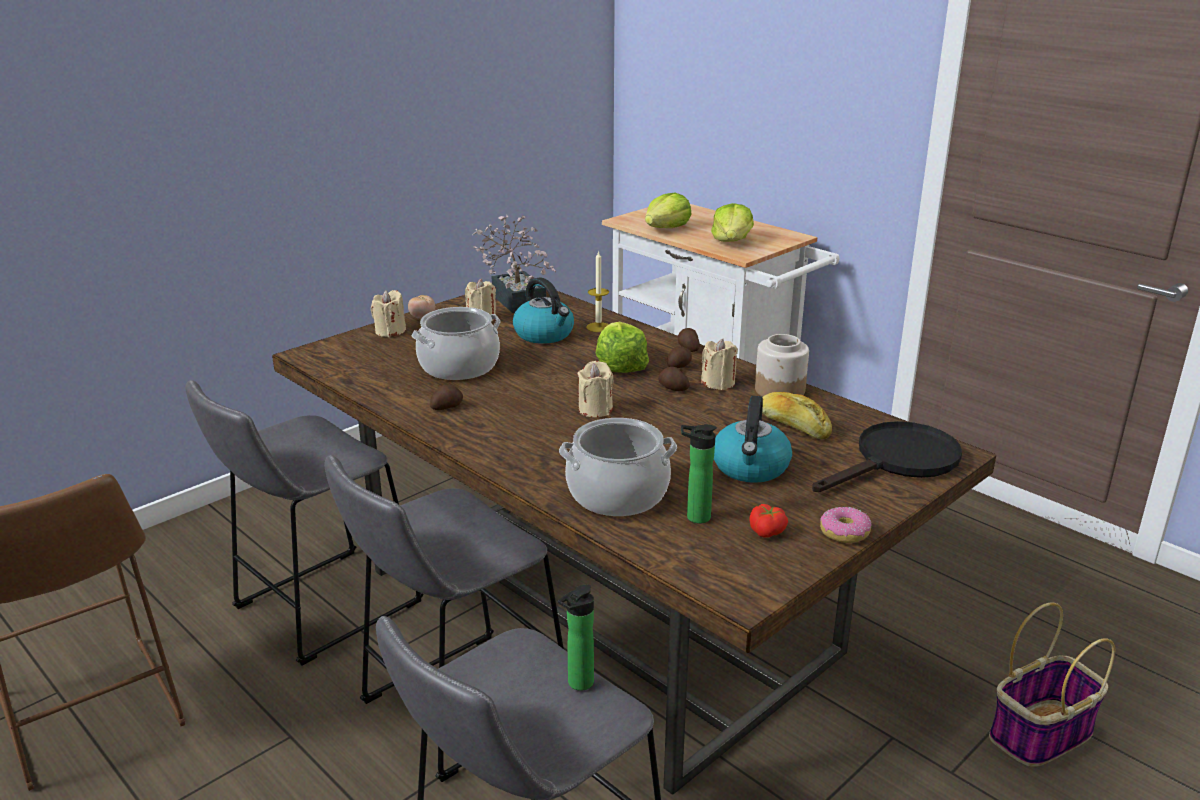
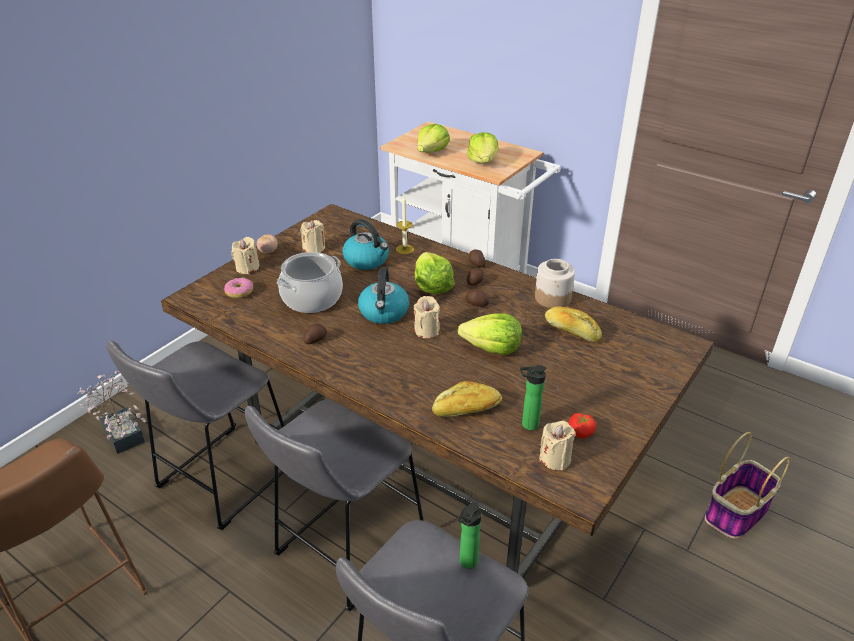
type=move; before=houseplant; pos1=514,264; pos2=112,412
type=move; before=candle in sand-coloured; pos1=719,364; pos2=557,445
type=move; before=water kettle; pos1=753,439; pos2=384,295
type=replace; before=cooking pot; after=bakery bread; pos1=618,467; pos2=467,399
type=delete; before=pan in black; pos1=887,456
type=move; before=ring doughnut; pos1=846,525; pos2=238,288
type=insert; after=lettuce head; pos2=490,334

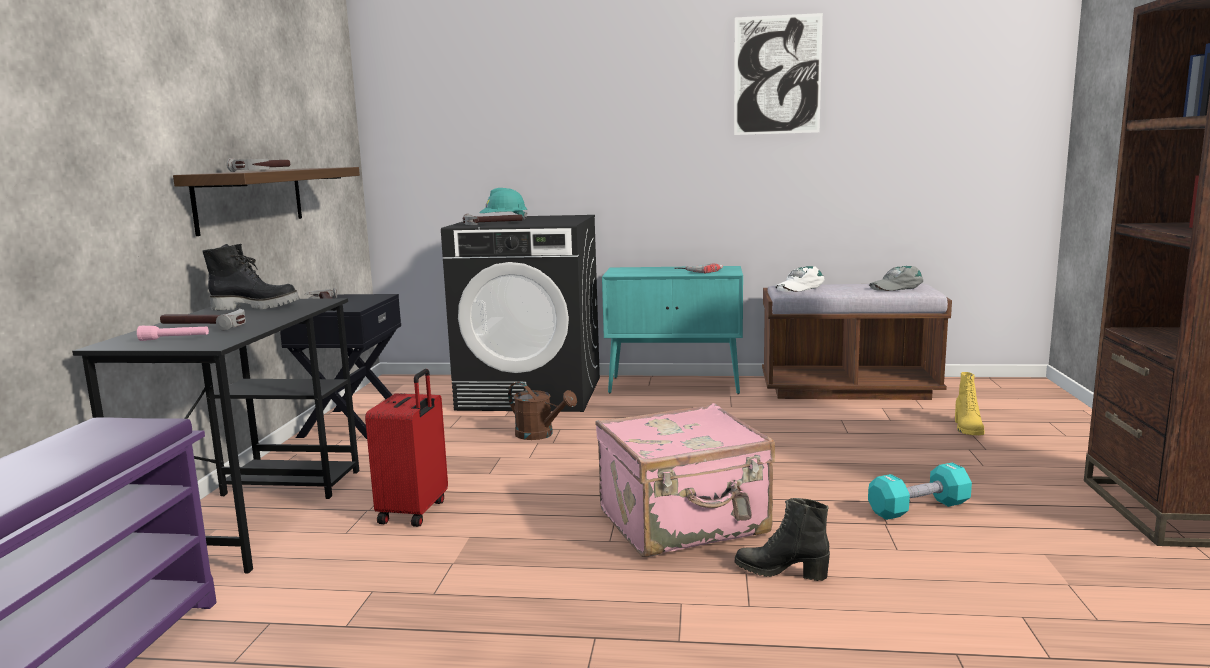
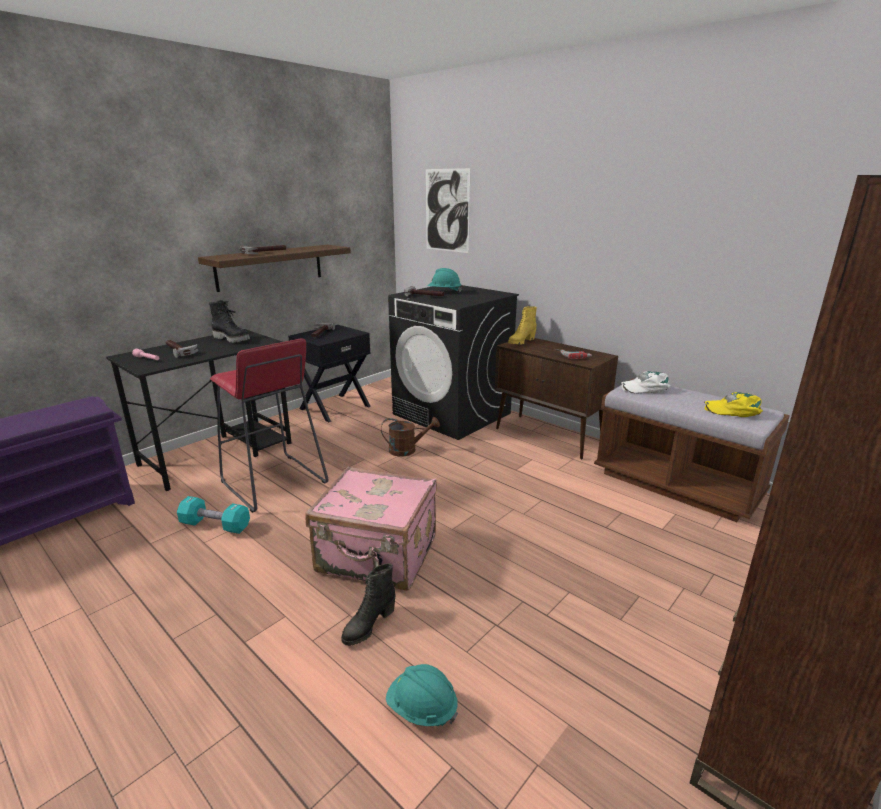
type=move; before=wall art; pos1=778,74; pos2=448,210
type=recolor; before=storage cabinet in turquoise; after=storage cabinet in brownish; pos1=672,330; pos2=556,399
type=recolor; before=baseball cap in grey; after=baseball cap in yellow-coloured; pos1=896,278; pos2=734,404
type=replace; before=piece of luggage in reddish; after=stool seat in reddish; pos1=406,448; pos2=269,425
type=move; before=tall boot in yellow-coloured; pos1=970,403; pos2=522,325
type=rotate; before=watering can in brownish; pos1=542,411; pos2=410,437; turn=-75
type=move; before=free weight in turquoise; pos1=920,491; pos2=213,515
type=rotate; before=tall boot in black; pos1=782,539; pos2=368,604; turn=-105
type=insert; after=hard hat in turquoise; pos2=422,695

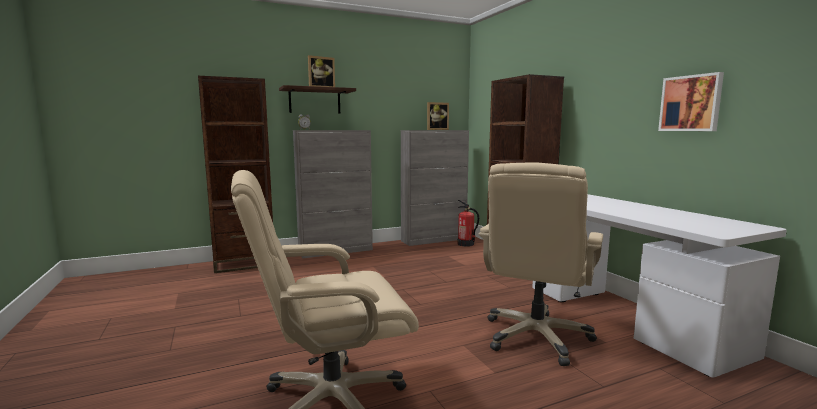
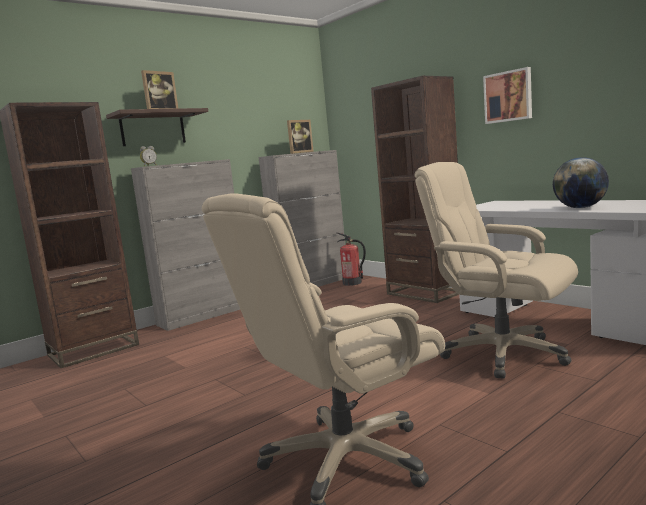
type=move; before=wall art; pos1=691,101; pos2=507,95
type=rotate; before=computer chair in sand-coloured; pos1=540,264; pos2=496,270; turn=120
type=insert; after=globe; pos2=581,182

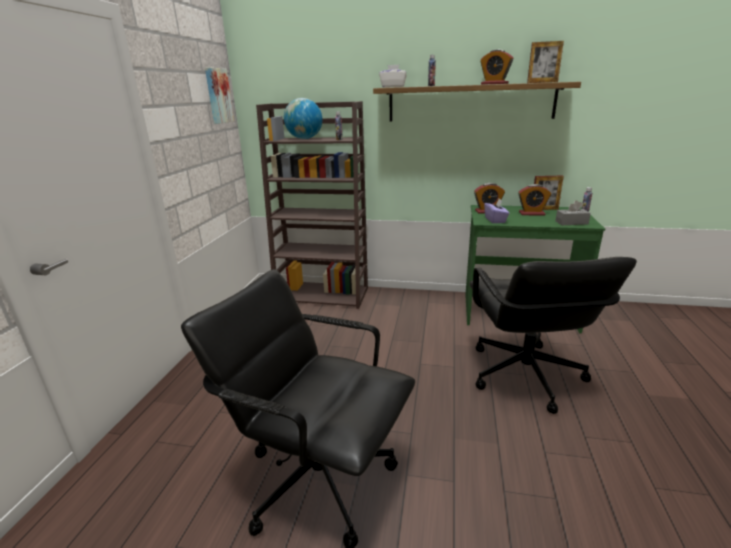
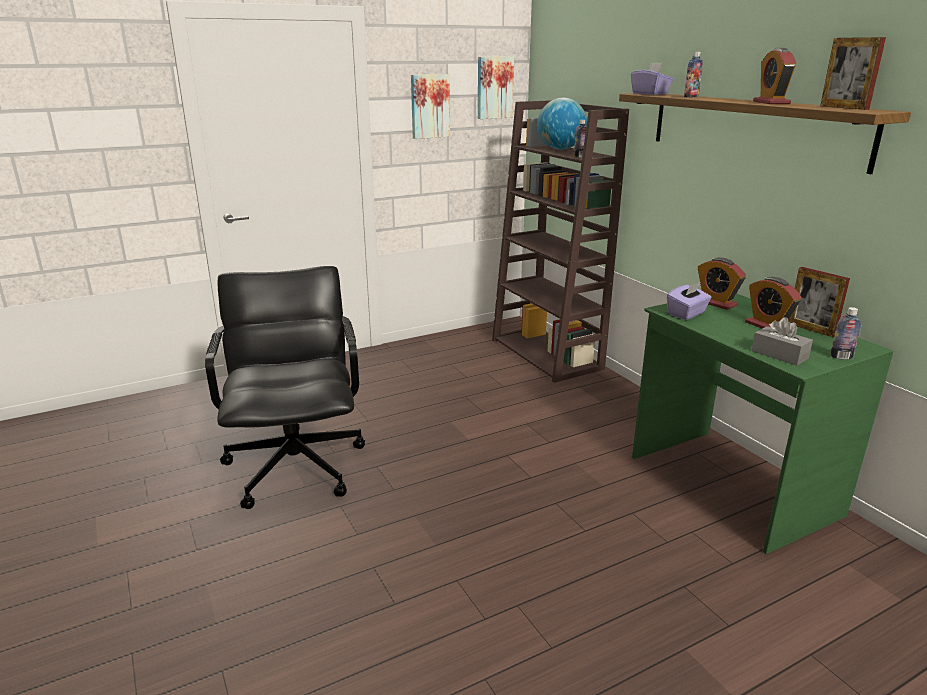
type=recolor; before=tissue box in white; after=tissue box in purplish; pos1=393,76; pos2=652,79
type=delete; before=computer chair in black; pos1=553,335
type=insert; after=wall art; pos2=430,106

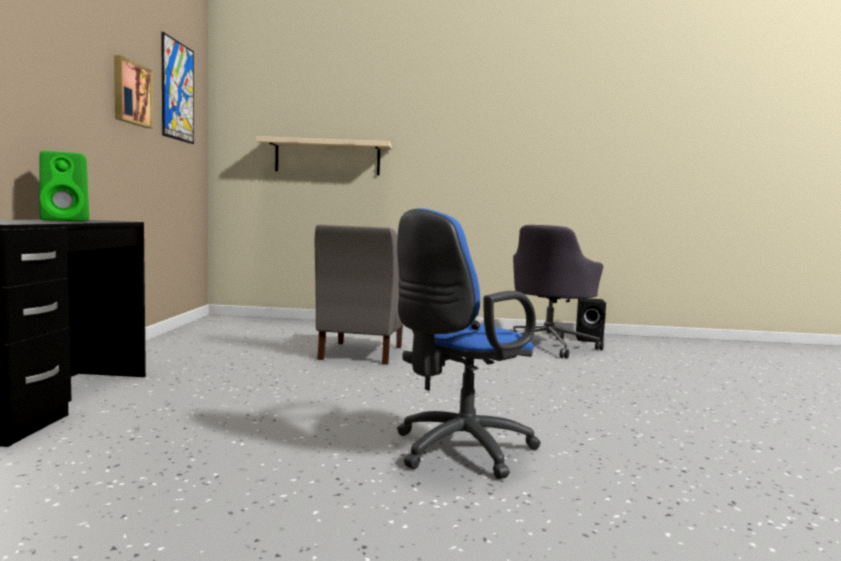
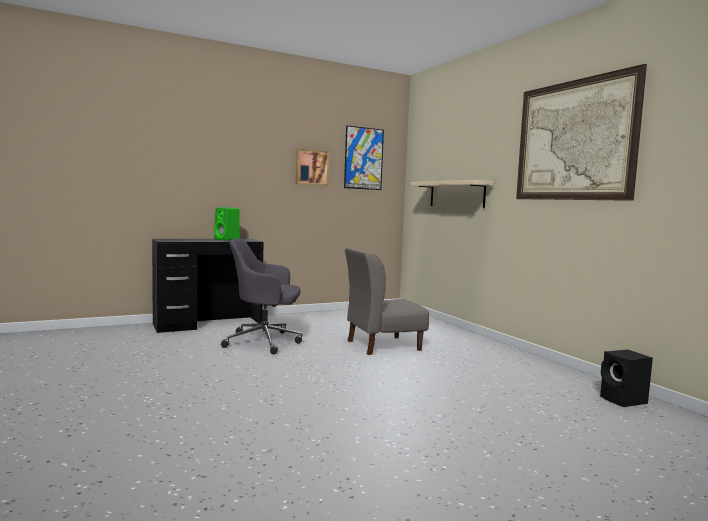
type=delete; before=computer chair in blue-coloured; pos1=469,343
type=move; before=computer chair in grey; pos1=557,292; pos2=261,296
type=insert; after=wall art; pos2=581,132

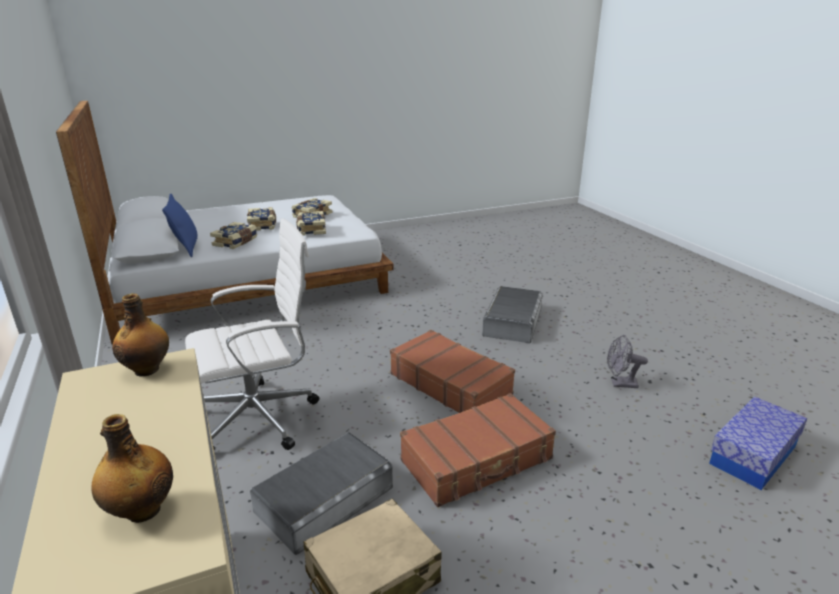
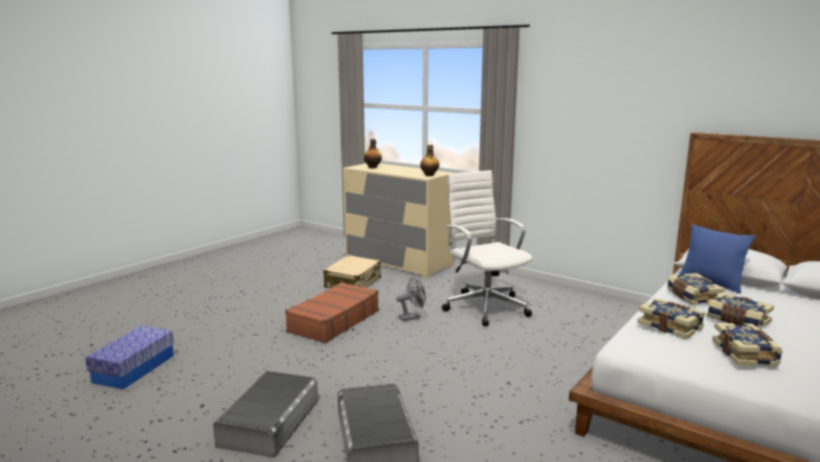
type=rotate; before=computer chair in white; pos1=252,334; pos2=487,248; turn=120
type=delete; before=piece of luggage in brownish; pos1=452,371
type=move; before=cooling fan in grey; pos1=627,361; pos2=411,299
type=move; before=storage box in grey; pos1=321,493; pos2=265,414

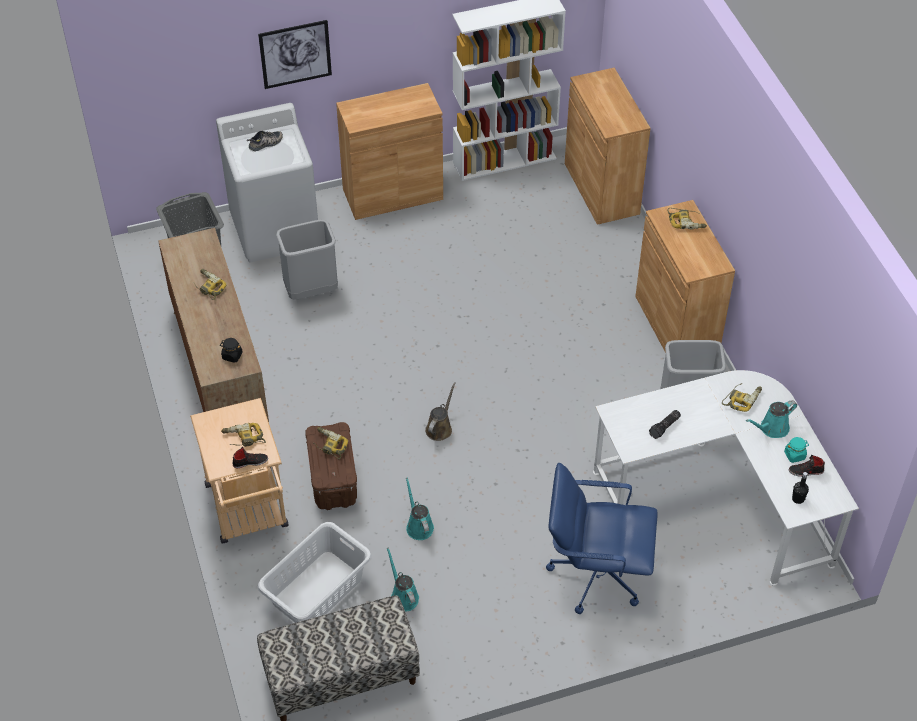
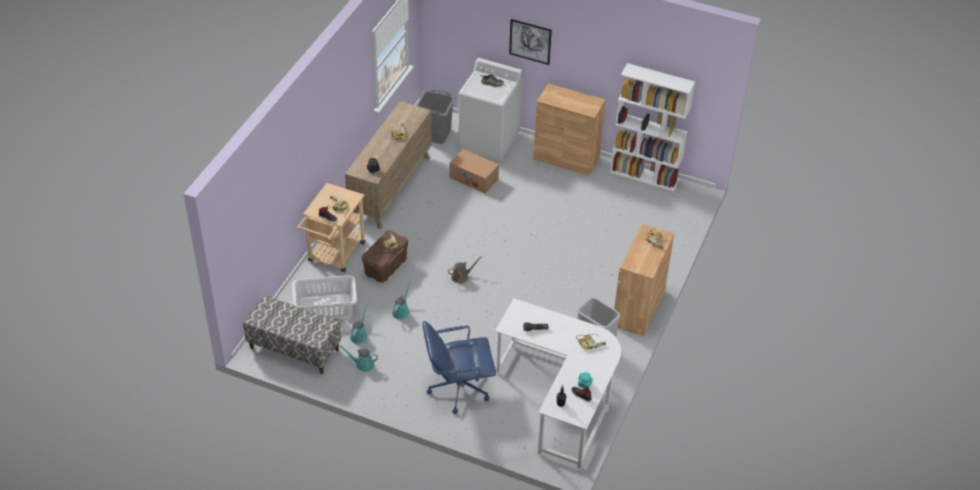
type=delete; before=storage cabinet in brownish; pos1=608,146
type=replace; before=waste bin in grey; after=cardboard box; pos1=307,259; pos2=474,171
type=move; before=watering can in turquoise; pos1=771,419; pos2=359,359
type=rotate; before=computer chair in blue-coloured; pos1=602,538; pos2=459,367; turn=-60

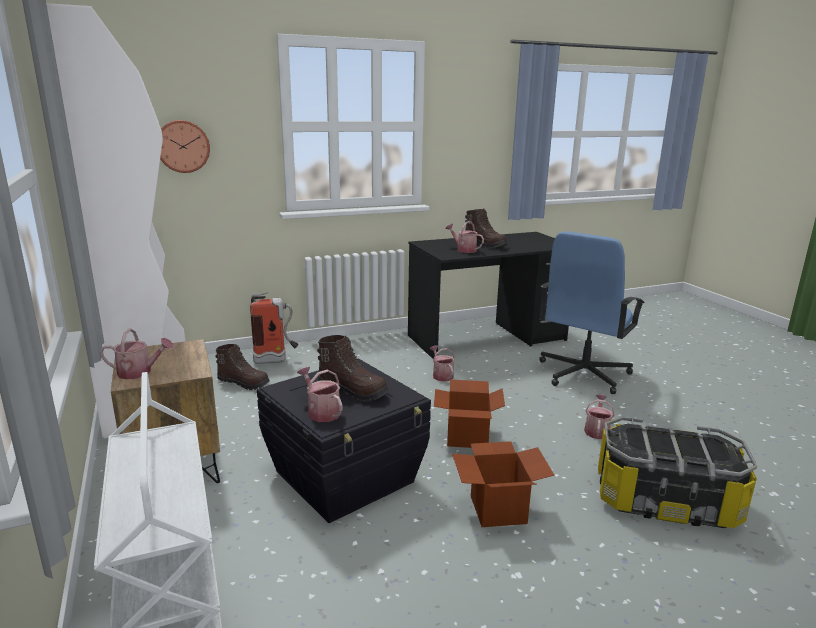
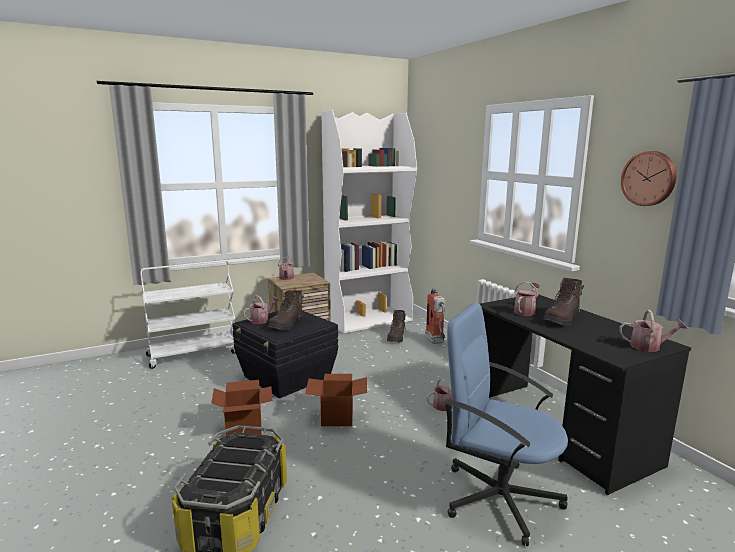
type=move; before=wall clock; pos1=185,146; pos2=648,178
type=move; before=watering can; pos1=599,416; pos2=653,331

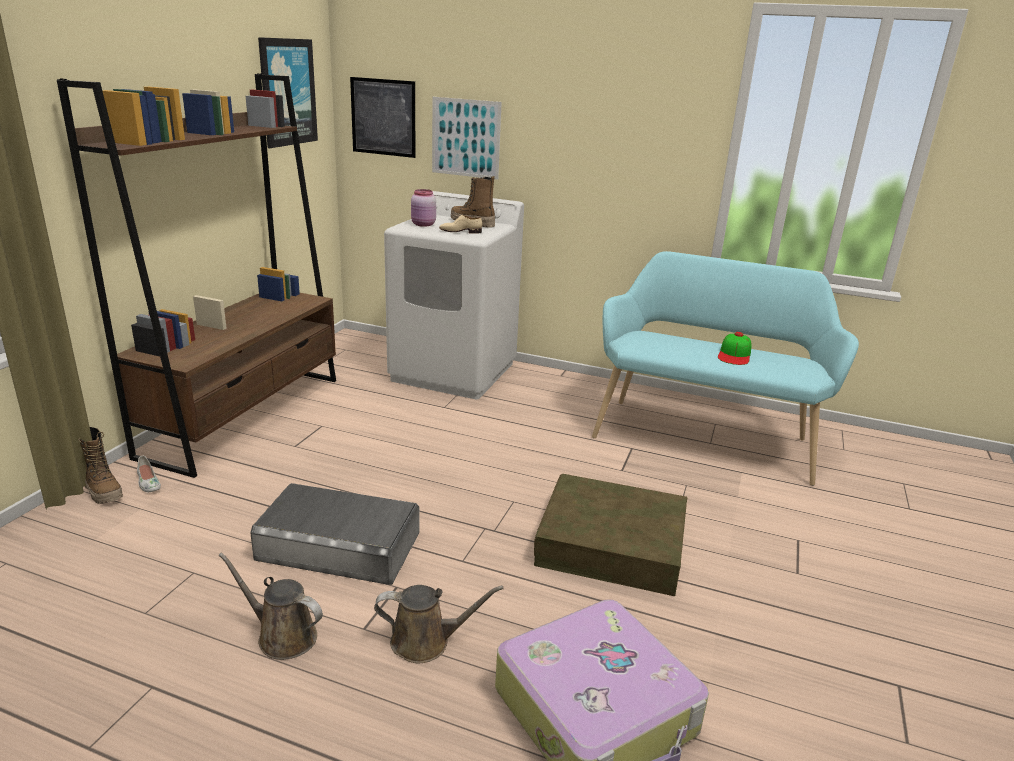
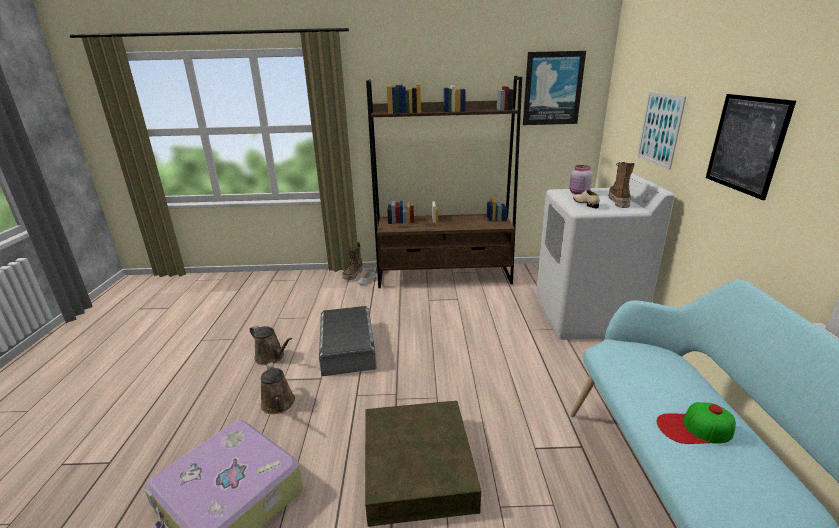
type=move; before=wall art; pos1=383,117; pos2=751,147
type=rotate; before=watering can in brownish; pos1=271,606; pos2=271,345; turn=120

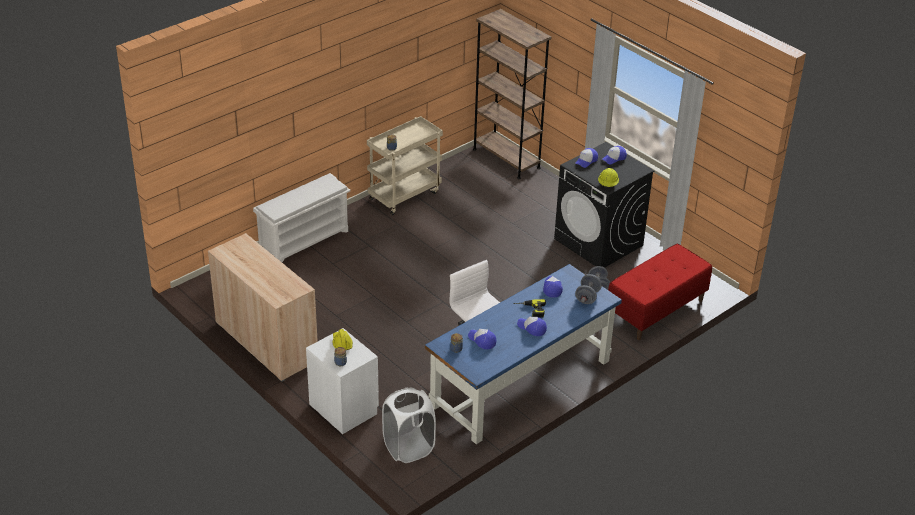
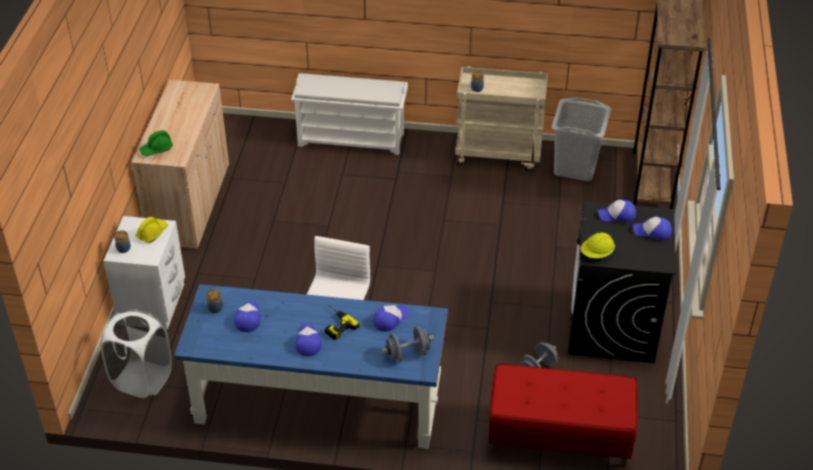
type=insert; after=washing basket in grey; pos2=581,139
type=insert; after=hard hat in greenish; pos2=156,143

